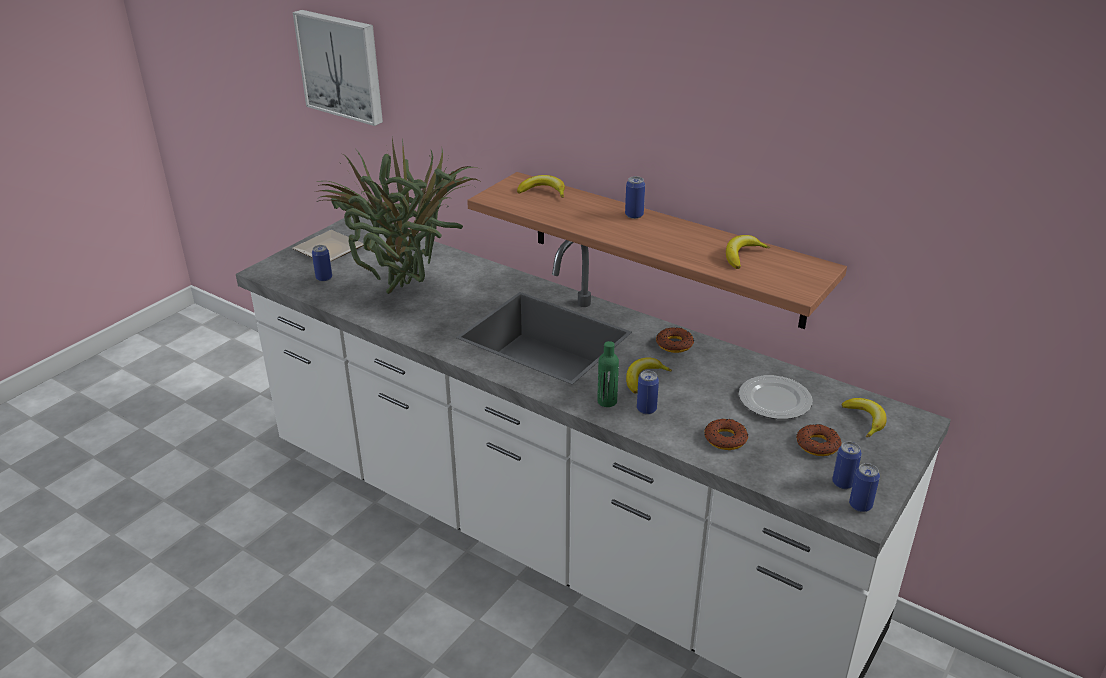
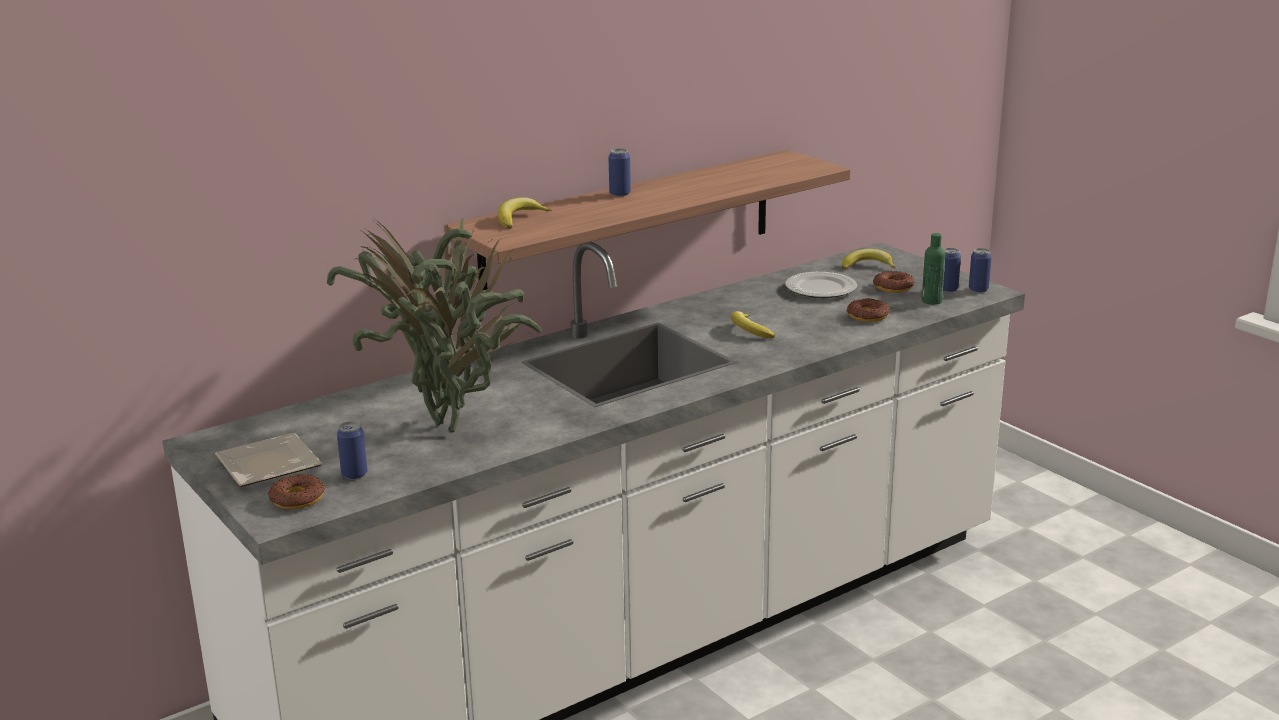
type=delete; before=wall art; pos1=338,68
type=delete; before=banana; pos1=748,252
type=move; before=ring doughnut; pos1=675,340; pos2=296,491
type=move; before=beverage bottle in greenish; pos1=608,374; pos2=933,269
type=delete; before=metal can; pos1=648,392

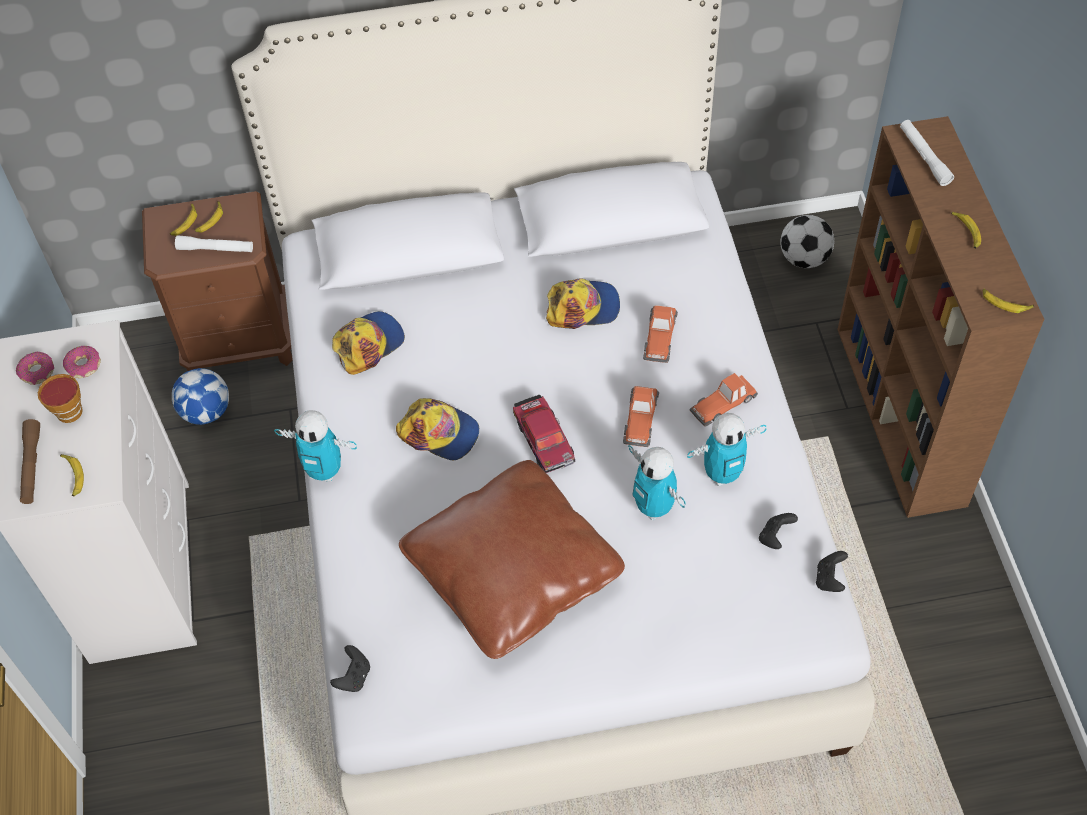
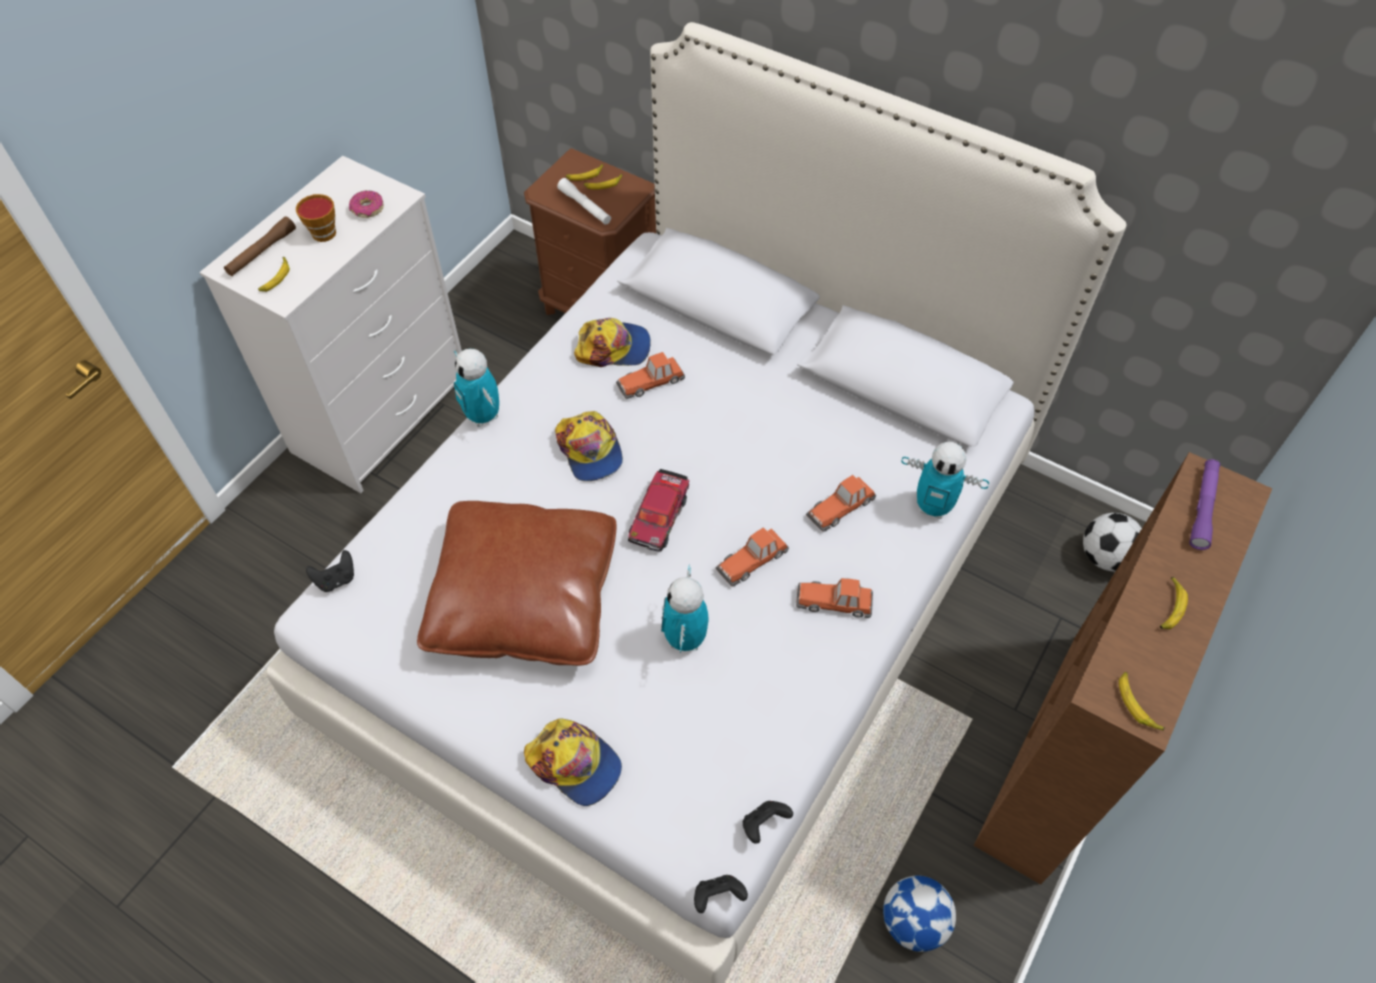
type=recolor; before=flashlight in white; after=flashlight in purplish; pos1=927,153; pos2=1204,504
type=move; before=baseball cap; pos1=583,303; pos2=573,762
type=delete; before=ring doughnut; pos1=35,368
type=move; before=football ball; pos1=200,396; pos2=919,913
type=move; before=model robot; pos1=726,449; pos2=945,480
type=move; before=gamepad in black; pos1=778,531; pos2=721,894
type=insert; after=toy car; pos2=650,375

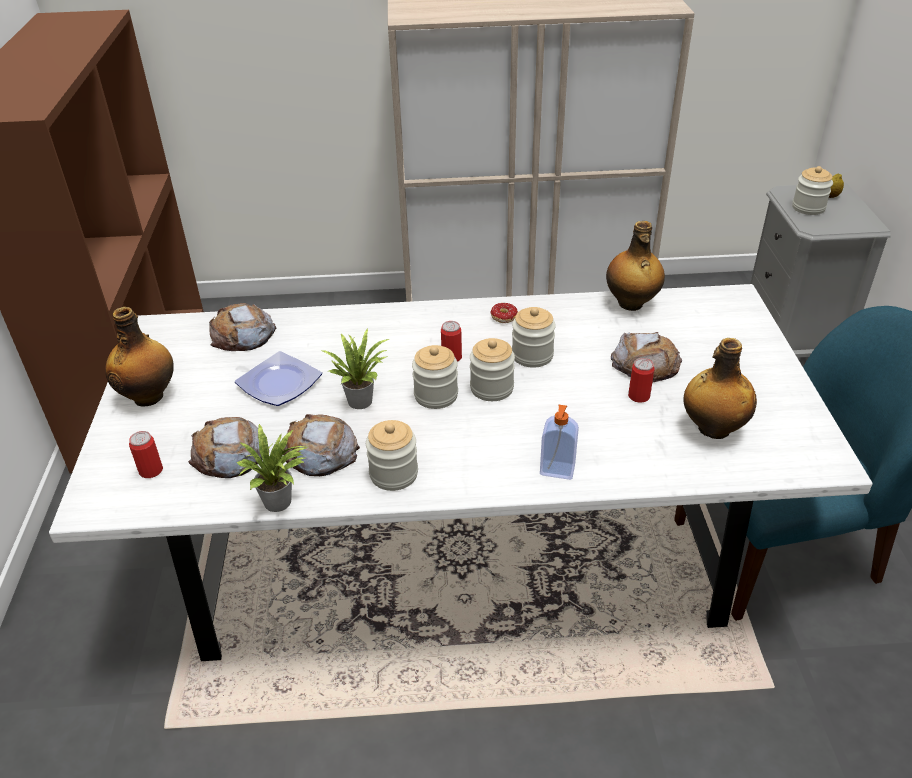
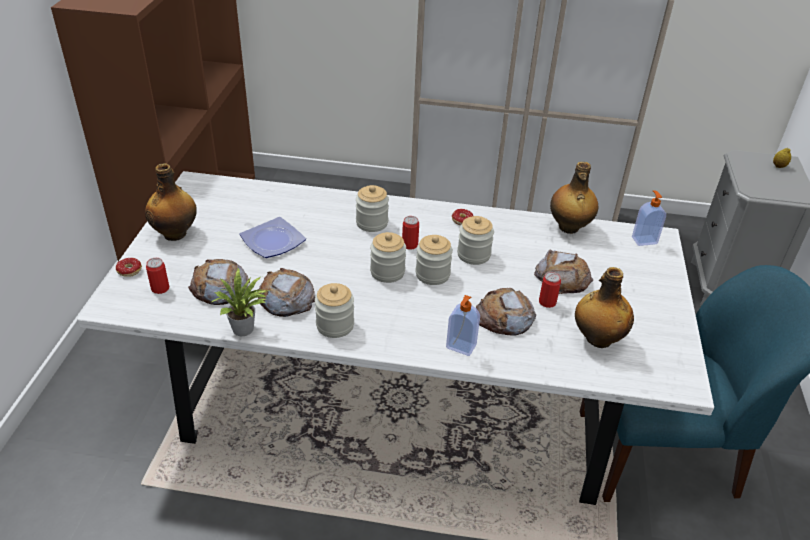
type=move; before=preserve jar; pos1=812,190; pos2=372,208
type=move; before=bakery bread; pos1=242,327; pos2=506,311
type=delete; before=houseplant; pos1=355,368
type=insert; after=soap bottle; pos2=649,218
type=insert; after=ring doughnut; pos2=129,267

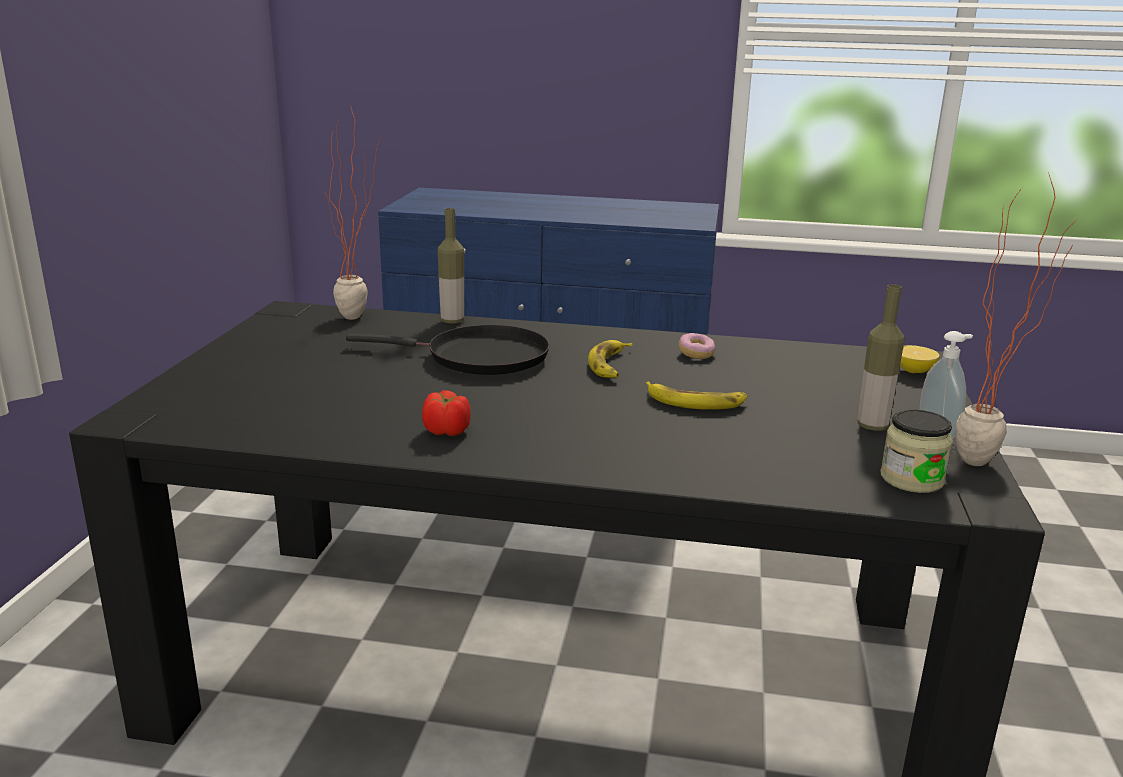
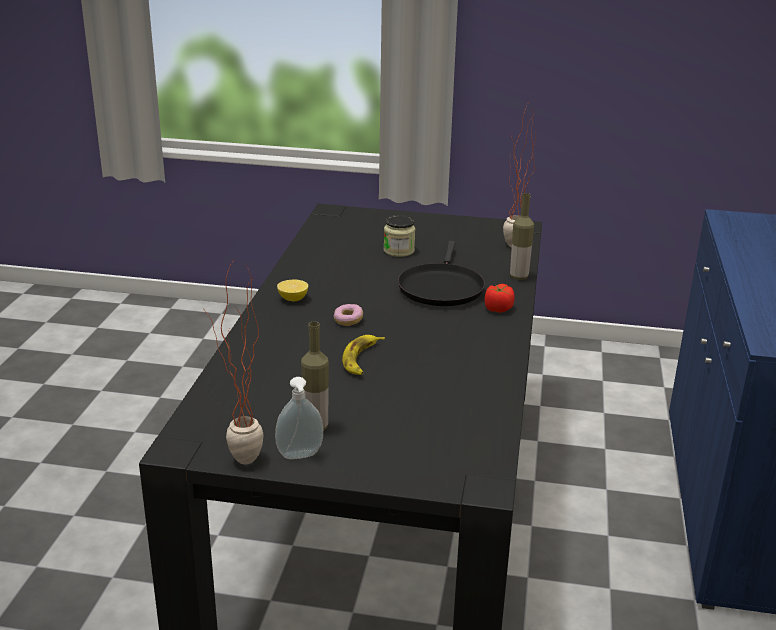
type=move; before=ring doughnut; pos1=696,346; pos2=348,315
type=delete; before=banana; pos1=610,359
type=move; before=lemon; pos1=919,359; pos2=292,290
type=move; before=tomato; pos1=446,413; pos2=500,298
type=move; before=preserve jar; pos1=916,451; pos2=399,236

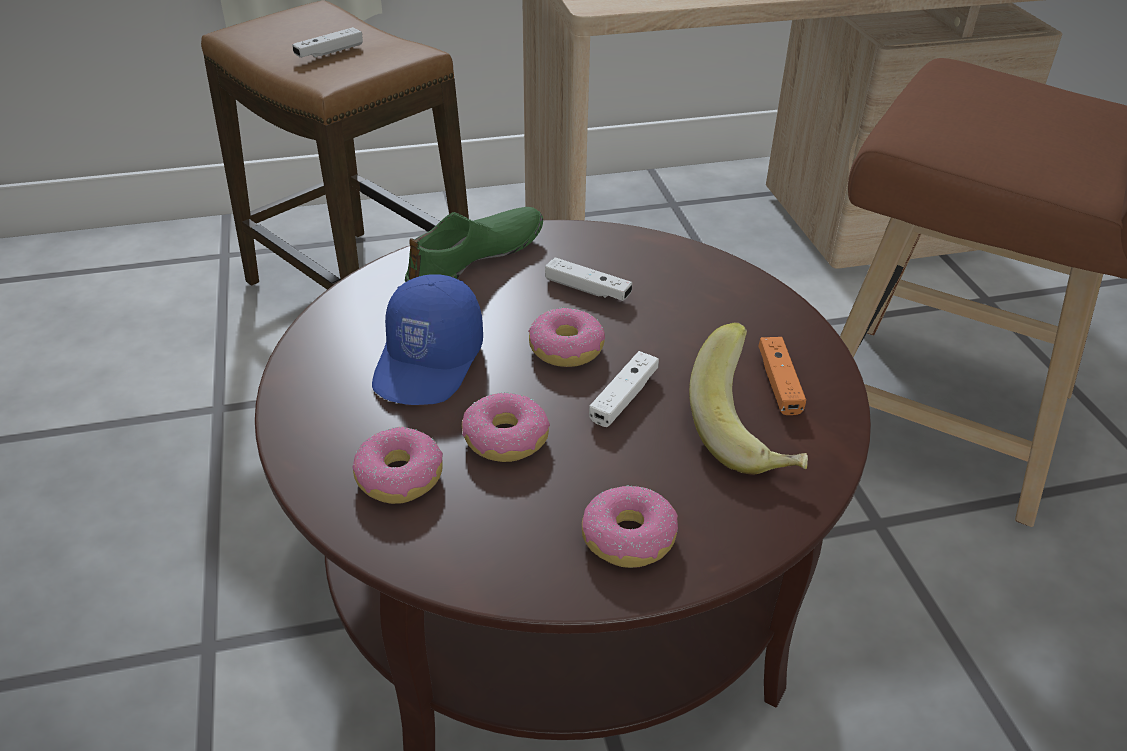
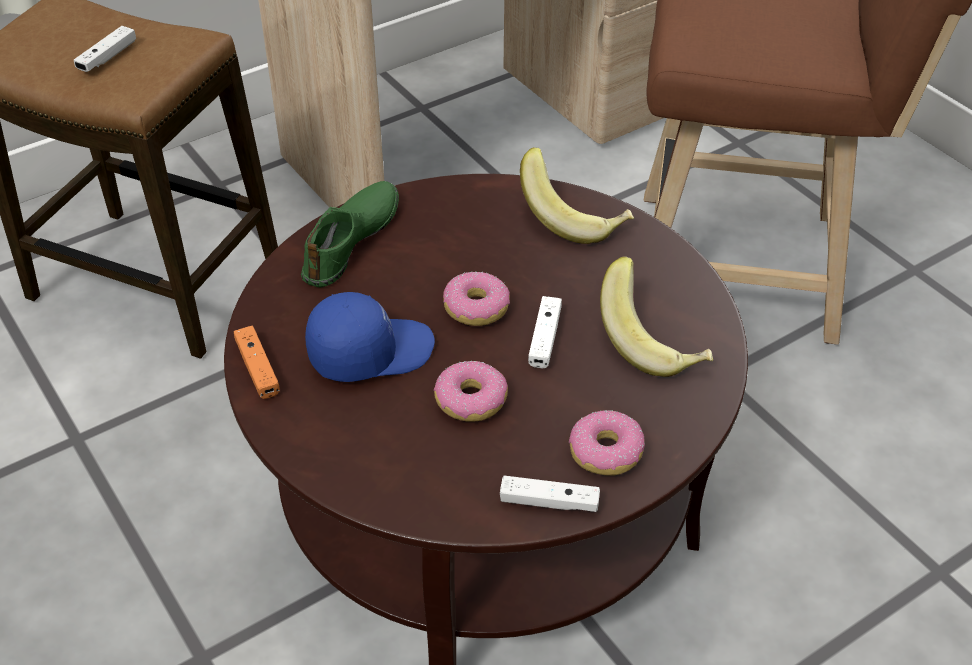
type=move; before=gamepad in white; pos1=588,279; pos2=550,494
type=rotate; before=baseball cap in blue-coloured; pos1=427,339; pos2=370,337; turn=-105
type=move; before=gamepad in orange-coloured; pos1=782,376; pos2=257,362
type=delete; before=ring doughnut; pos1=398,465
type=insert; after=banana; pos2=577,195

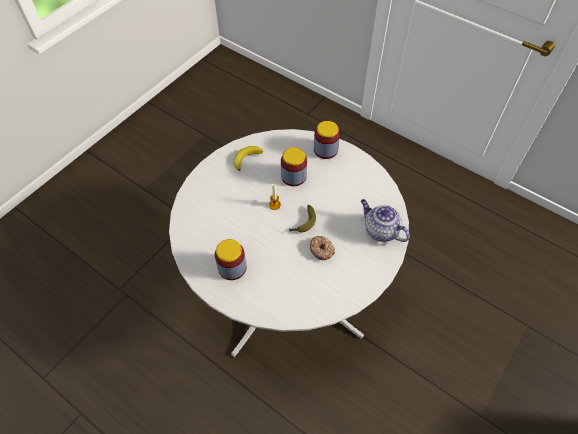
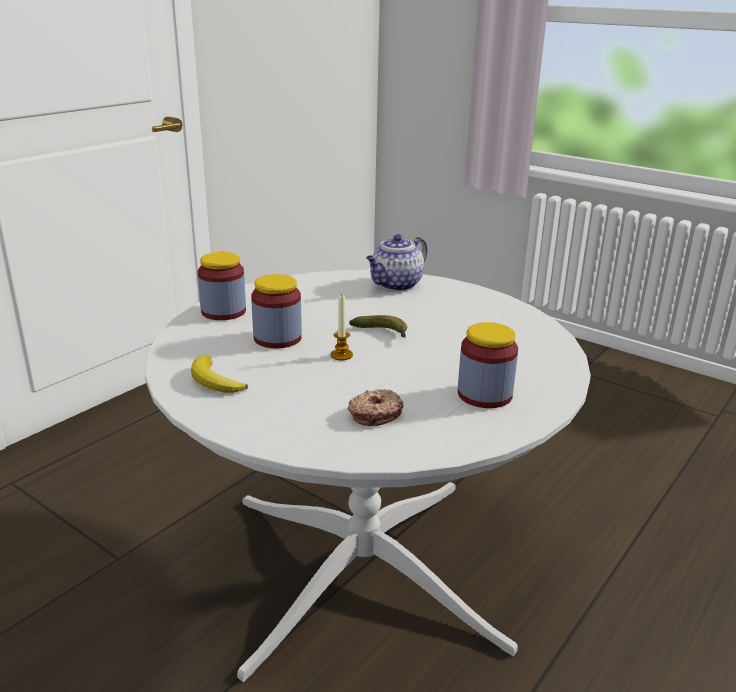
type=move; before=ring doughnut; pos1=322,248; pos2=375,407

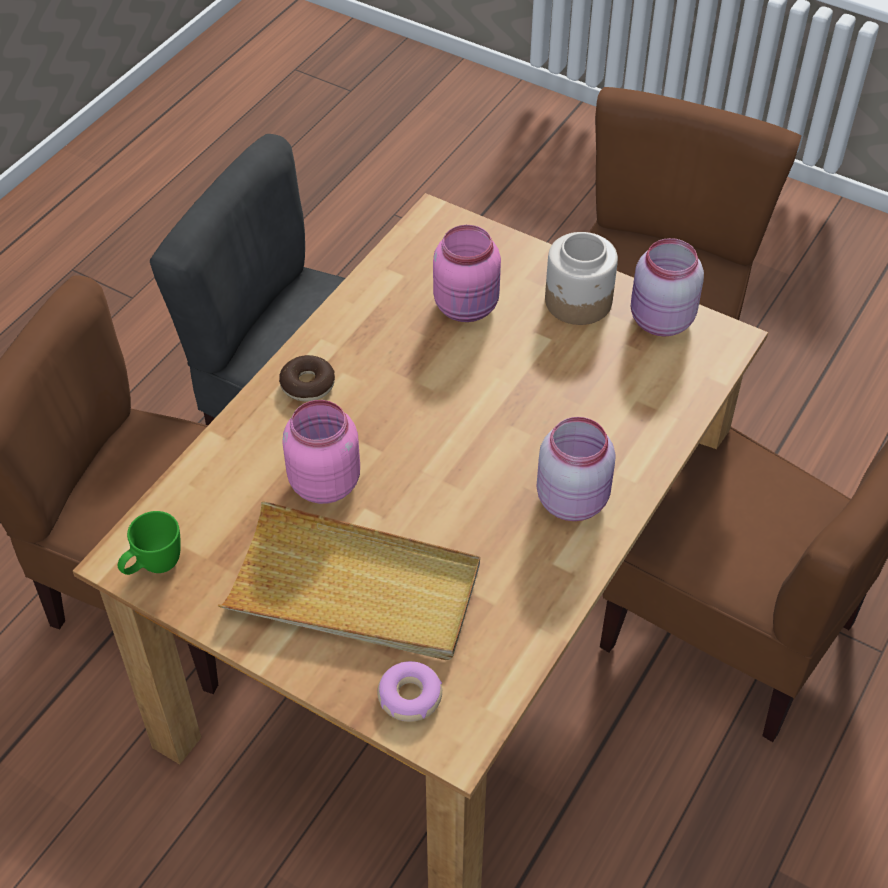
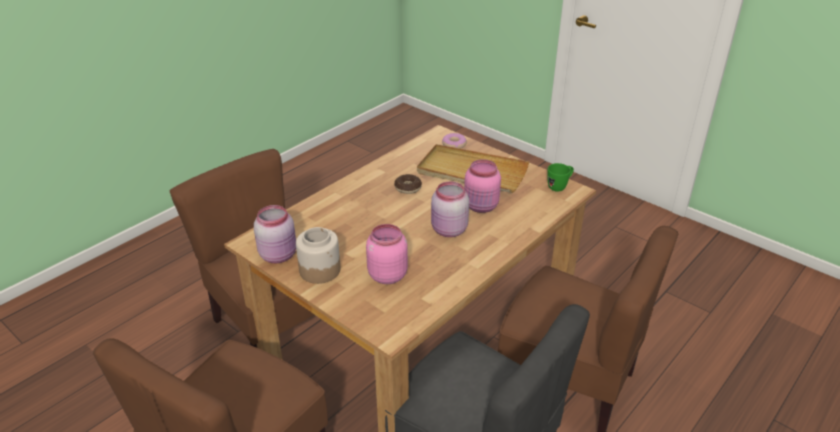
type=move; before=ring doughnut; pos1=307,378; pos2=408,184
type=move; before=preserve jar in pink; pos1=576,469; pos2=450,209

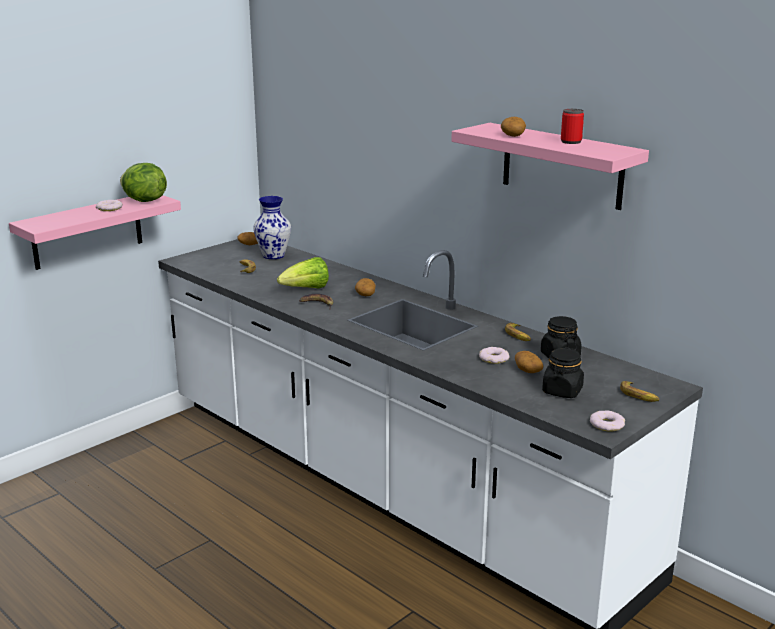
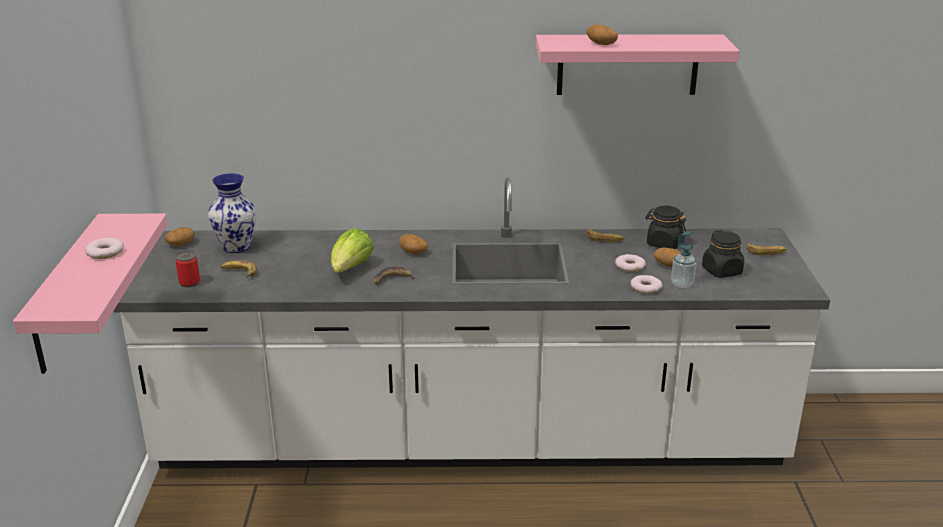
type=move; before=metal can; pos1=572,126; pos2=187,269
type=delete; before=lettuce head; pos1=143,182
type=move; before=ring doughnut; pos1=607,421; pos2=646,284
type=insert; after=soap bottle; pos2=683,259

